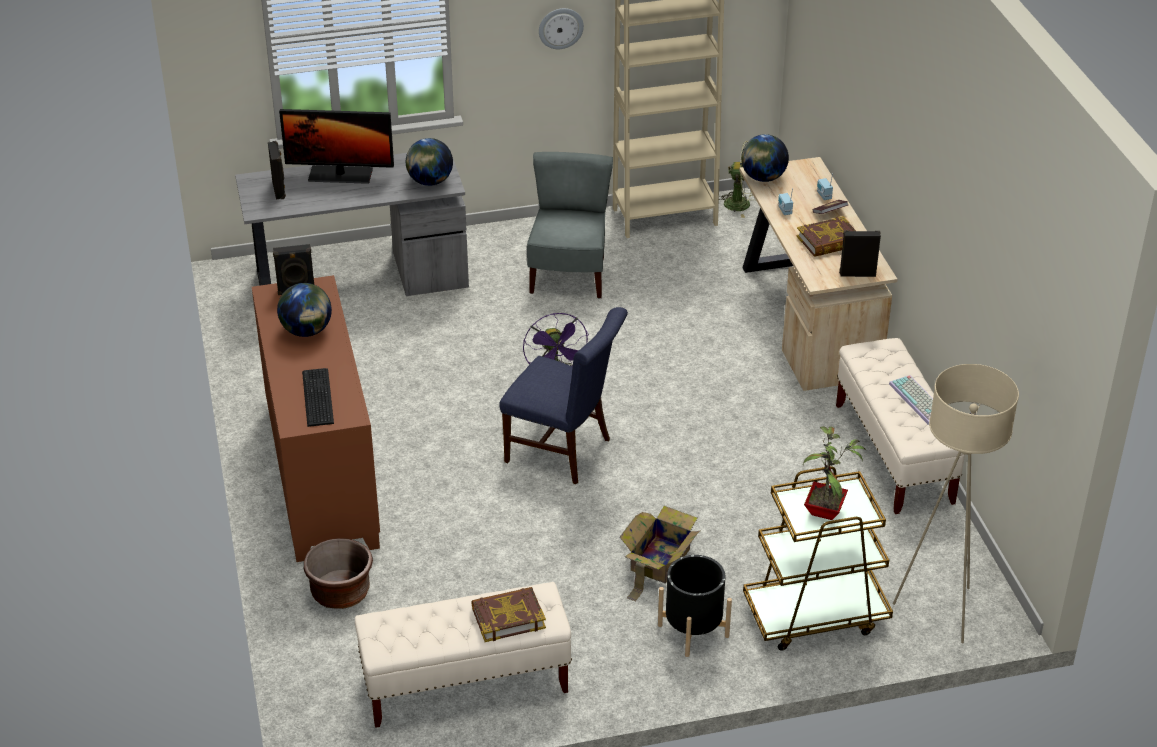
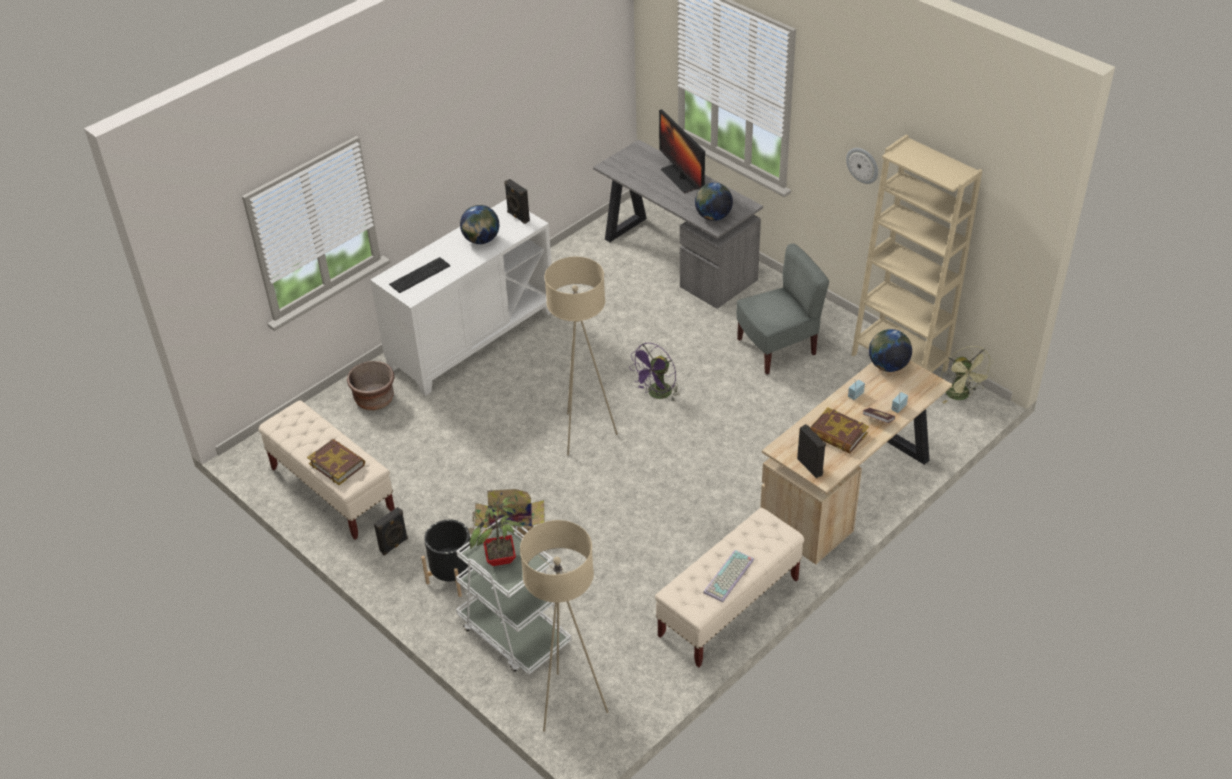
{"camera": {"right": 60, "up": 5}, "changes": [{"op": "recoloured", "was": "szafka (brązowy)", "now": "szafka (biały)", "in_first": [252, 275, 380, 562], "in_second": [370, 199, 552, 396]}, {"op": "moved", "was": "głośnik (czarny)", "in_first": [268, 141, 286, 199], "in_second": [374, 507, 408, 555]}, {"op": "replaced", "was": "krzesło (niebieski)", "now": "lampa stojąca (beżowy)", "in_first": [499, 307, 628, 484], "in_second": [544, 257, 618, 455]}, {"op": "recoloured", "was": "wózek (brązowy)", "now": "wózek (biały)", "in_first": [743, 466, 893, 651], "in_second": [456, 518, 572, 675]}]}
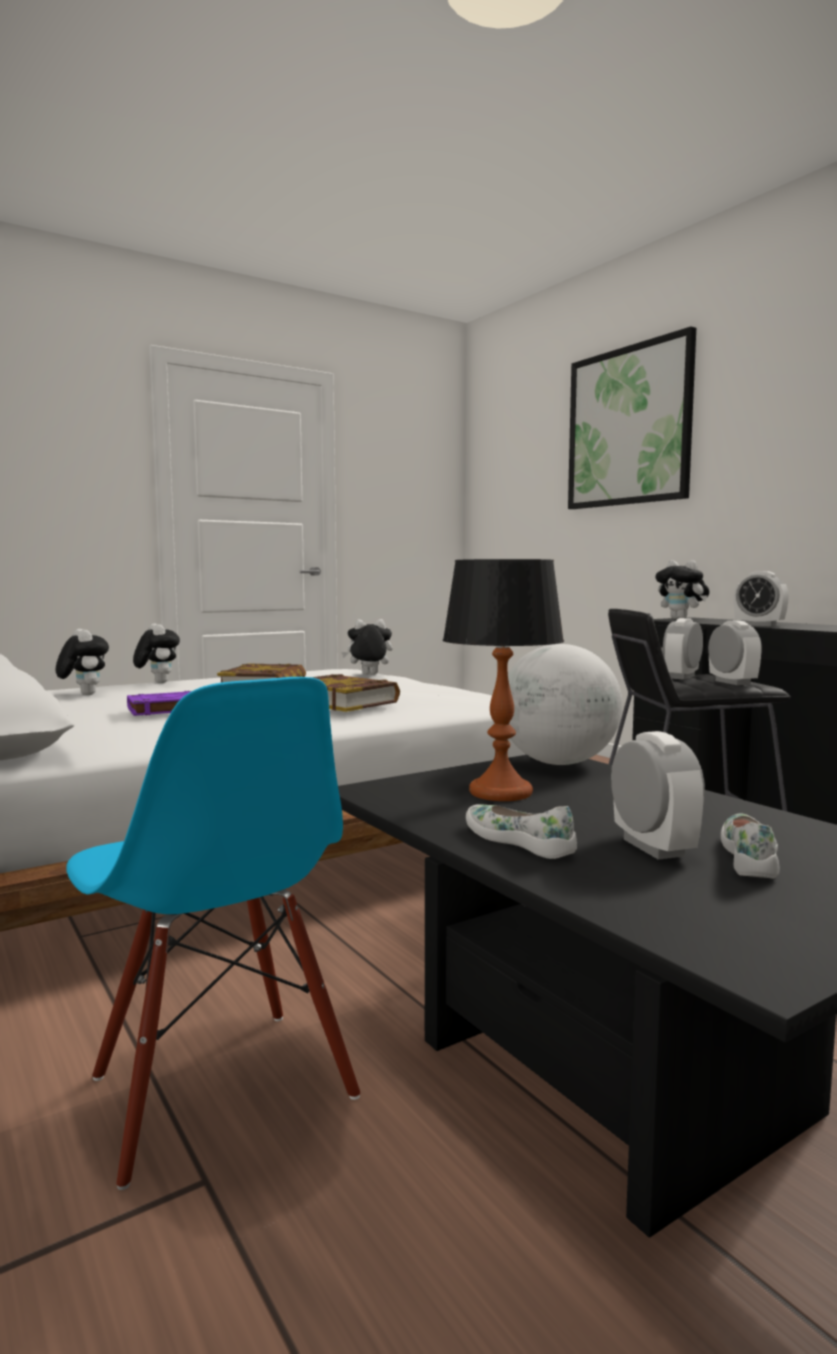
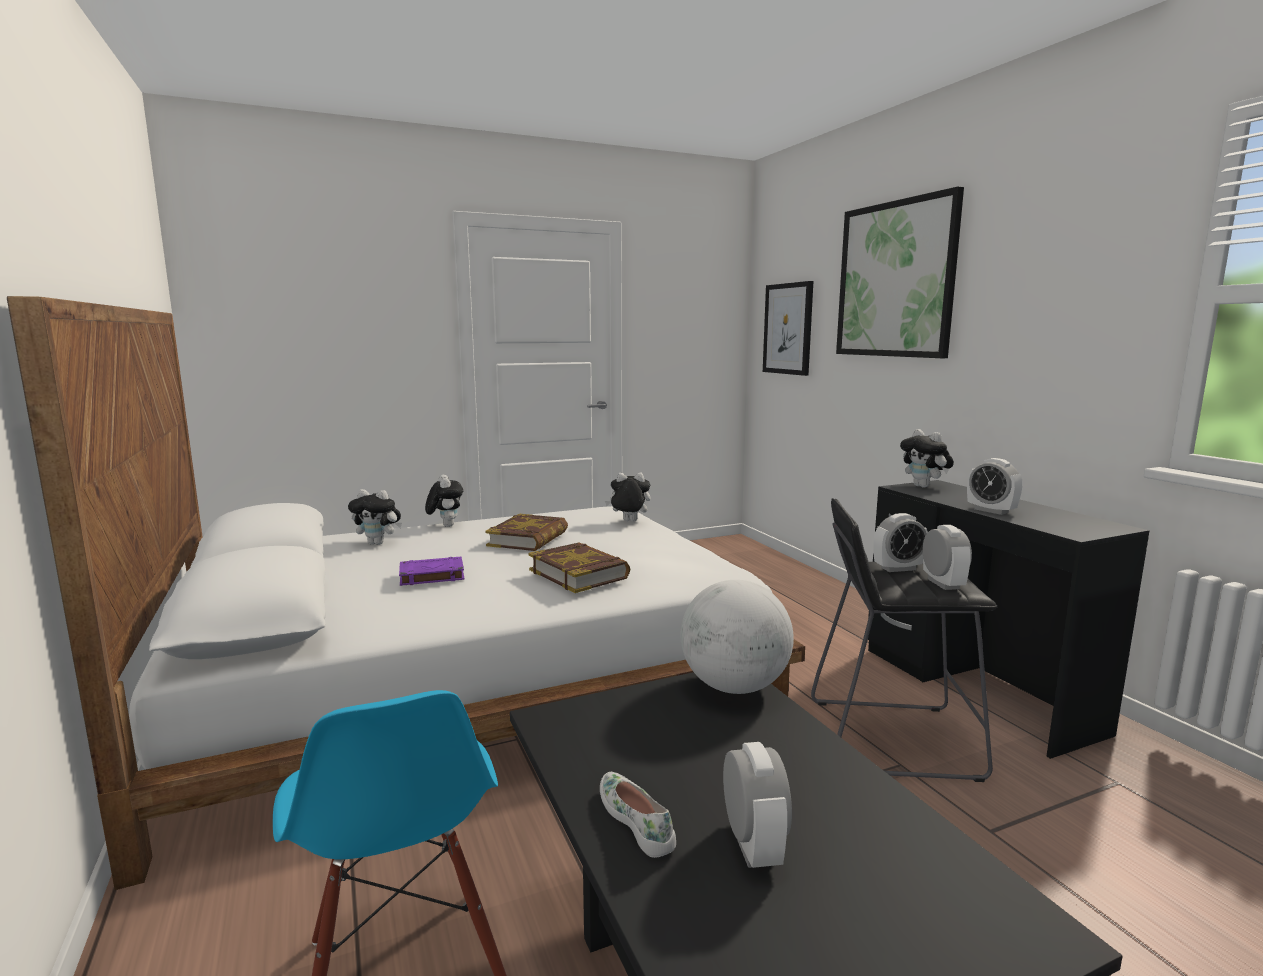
{"camera": {"right": 10, "up": 5}, "changes": [{"op": "turned", "was": "pluszak", "in_first": [56, 629, 109, 695], "in_second": [348, 489, 402, 545], "clockwise": 120}, {"op": "removed", "was": "lampa stołowa", "in_first": [443, 559, 564, 801]}, {"op": "turned", "was": "budzik", "in_first": [663, 618, 703, 680], "in_second": [873, 513, 928, 572], "clockwise": -150}, {"op": "removed", "was": "but (biały)", "in_first": [721, 813, 779, 879]}, {"op": "added", "now": "obraz", "in_second": [763, 281, 814, 376]}]}
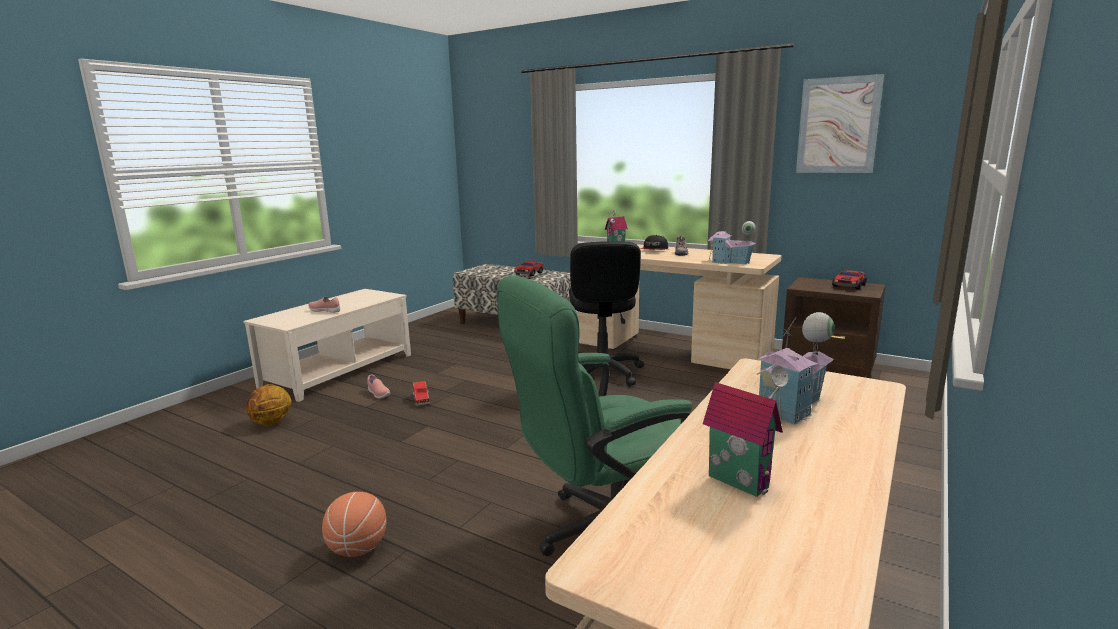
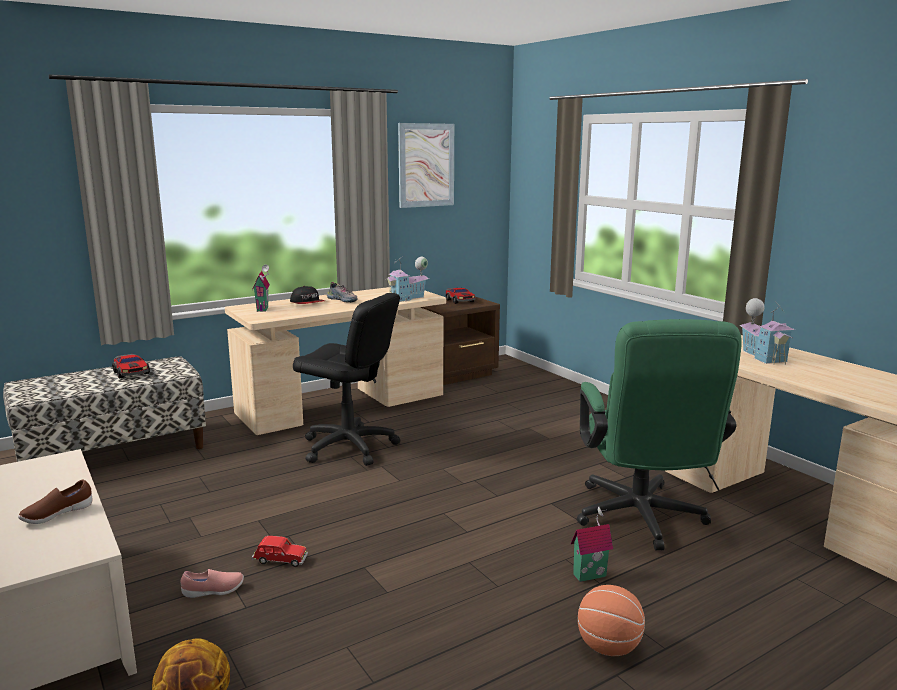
{"camera": {"right": -65, "up": 0}, "changes": [{"op": "recoloured", "was": "but (różowy)", "now": "but (brązowy)", "in_first": [308, 297, 340, 313], "in_second": [18, 479, 92, 524]}, {"op": "moved", "was": "domek", "in_first": [703, 366, 788, 497], "in_second": [570, 507, 613, 582]}]}
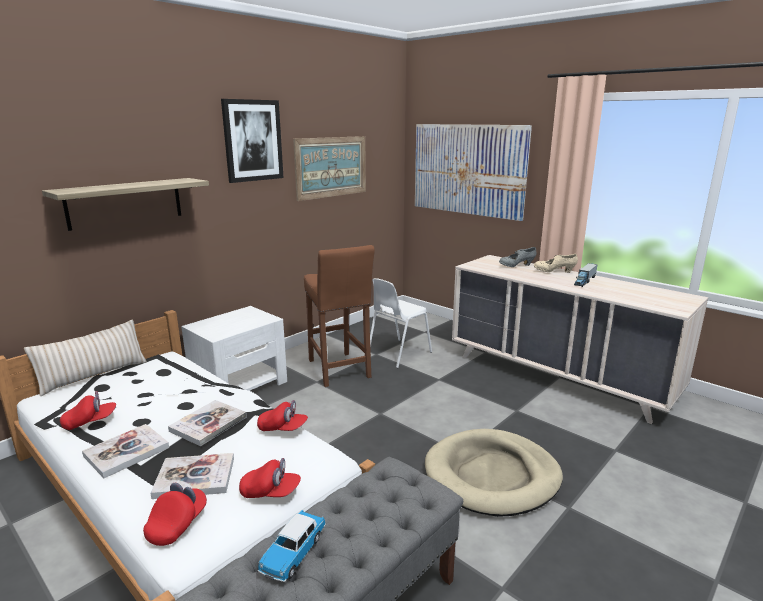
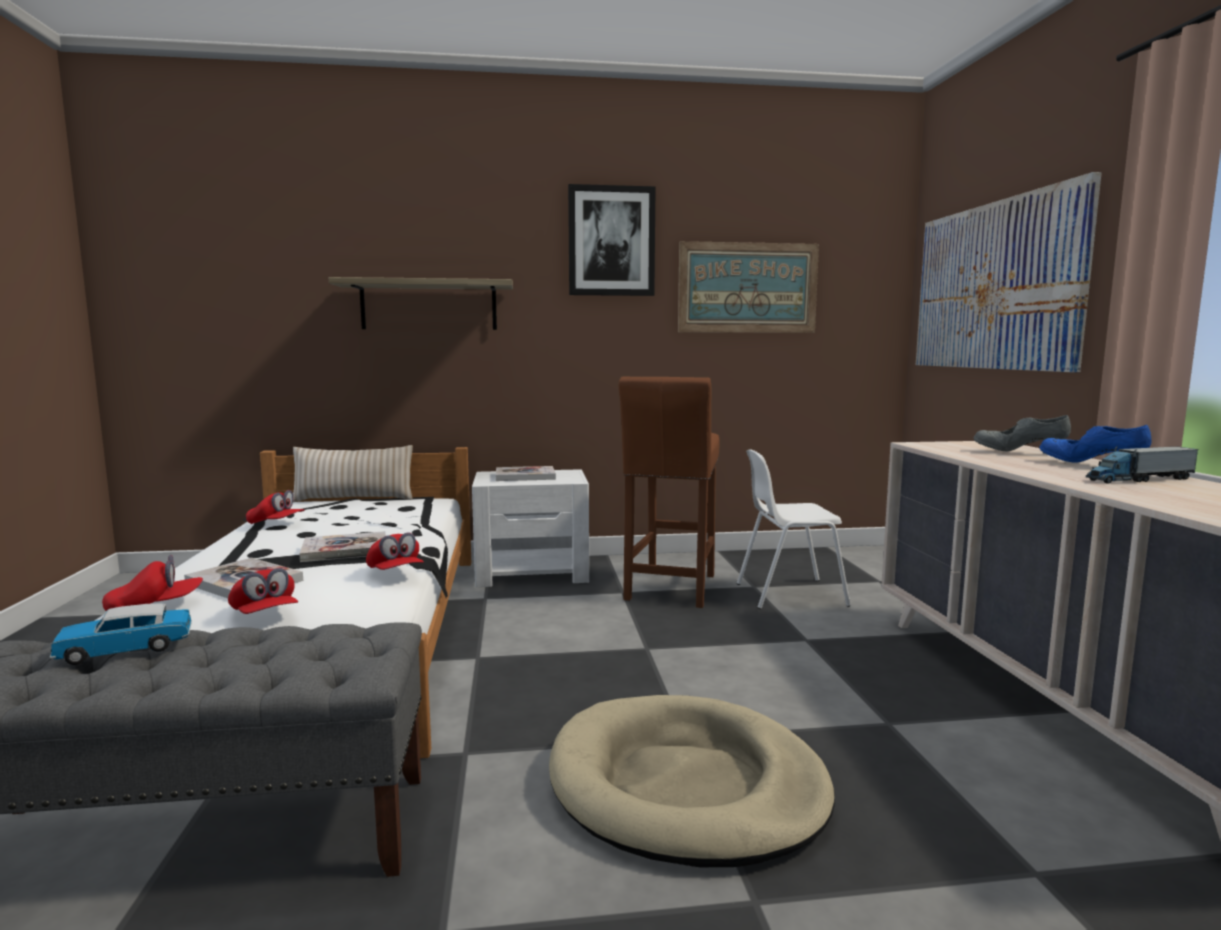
{"camera": {"right": 40, "up": -10}, "changes": [{"op": "moved", "was": "książka", "in_first": [82, 424, 169, 478], "in_second": [496, 466, 556, 481]}, {"op": "recoloured", "was": "but (beżowy)", "now": "but (niebieski)", "in_first": [534, 254, 578, 273], "in_second": [1039, 425, 1152, 463]}]}
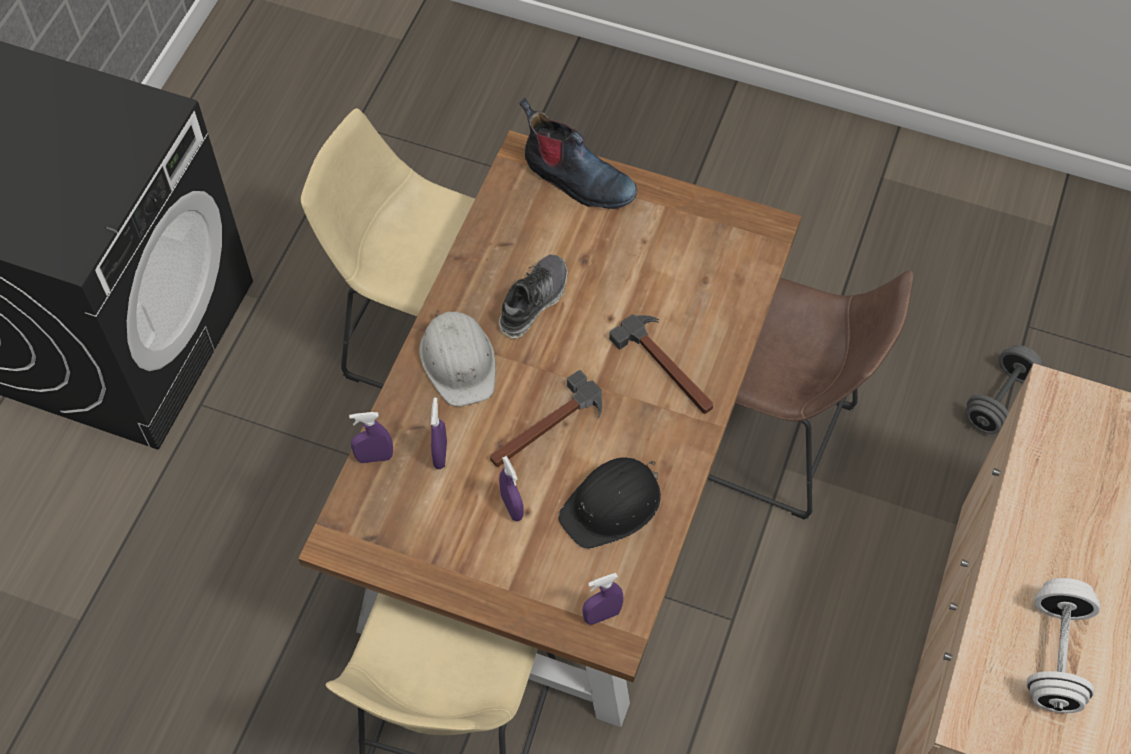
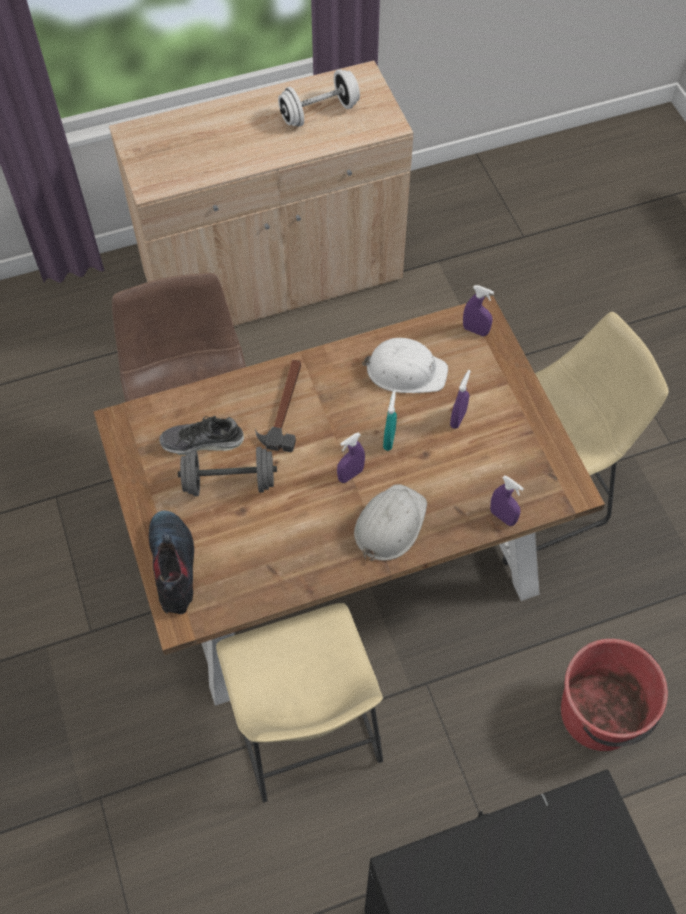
{"camera": {"right": -130, "up": 0}, "changes": [{"op": "moved", "was": "spryskiwacz (fioletowy)", "in_first": [431, 397, 447, 469], "in_second": [337, 432, 365, 483]}, {"op": "replaced", "was": "młotek", "now": "spryskiwacz (turkusowy)", "in_first": [490, 370, 602, 467], "in_second": [383, 391, 397, 451]}, {"op": "moved", "was": "but", "in_first": [499, 254, 568, 338], "in_second": [159, 416, 244, 455]}, {"op": "recoloured", "was": "kask (czarny)", "now": "kask (biały)", "in_first": [558, 457, 661, 549], "in_second": [361, 338, 448, 393]}, {"op": "moved", "was": "hantel (szary)", "in_first": [966, 345, 1043, 434], "in_second": [178, 447, 277, 496]}, {"op": "added", "now": "wiadro (czerwony)", "in_second": [561, 639, 668, 751]}]}
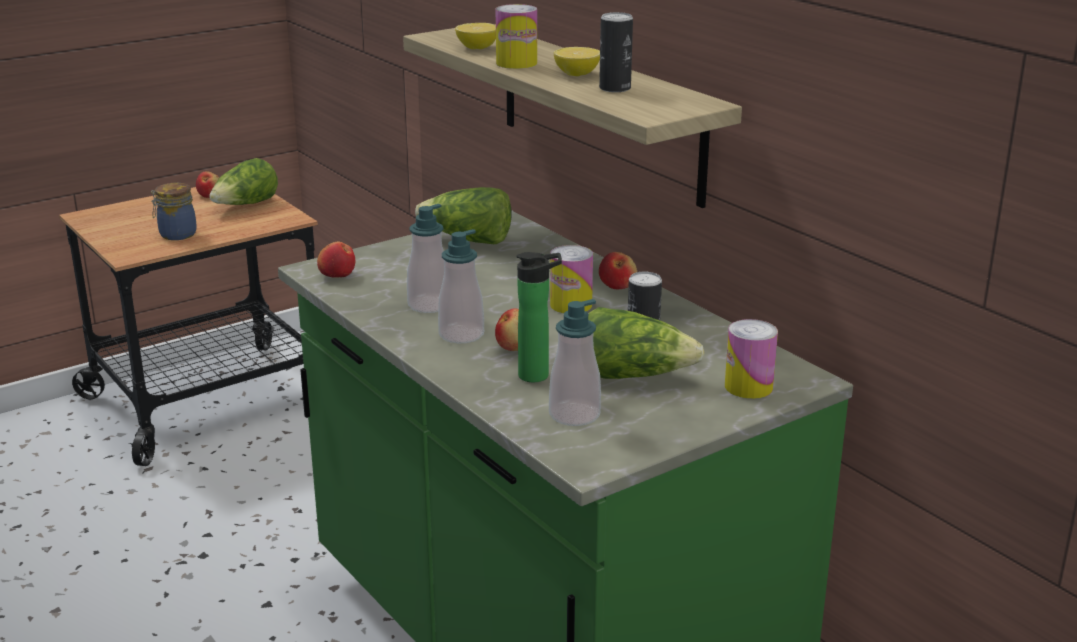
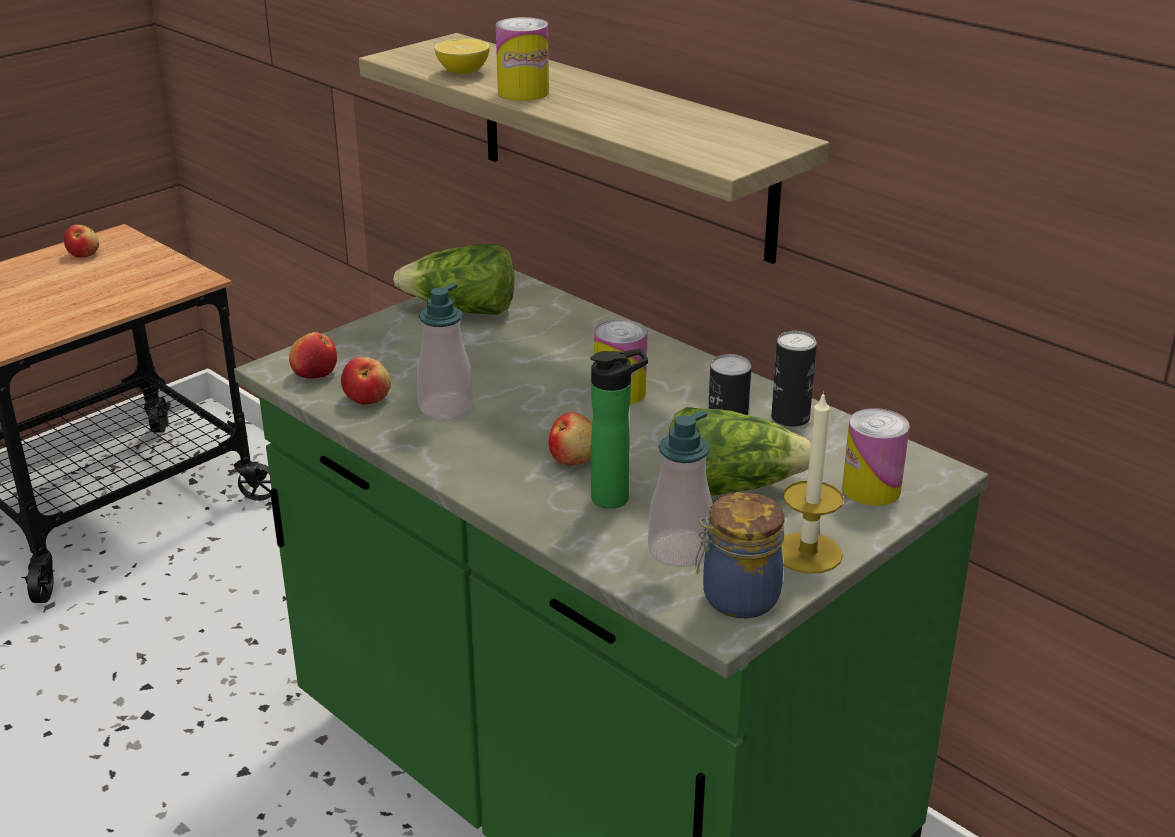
{"camera": {"right": -10, "up": 5}, "changes": [{"op": "moved", "was": "słoik", "in_first": [151, 183, 197, 240], "in_second": [695, 493, 785, 619]}, {"op": "removed", "was": "sałata", "in_first": [209, 158, 278, 205]}, {"op": "removed", "was": "dozownik mydła", "in_first": [438, 229, 484, 343]}, {"op": "removed", "was": "cytryna", "in_first": [554, 47, 600, 76]}, {"op": "moved", "was": "puszka", "in_first": [599, 12, 633, 92], "in_second": [771, 331, 817, 427]}, {"op": "moved", "was": "jabłko", "in_first": [599, 252, 637, 289], "in_second": [341, 357, 391, 404]}, {"op": "added", "now": "świeca", "in_second": [781, 391, 844, 574]}]}
